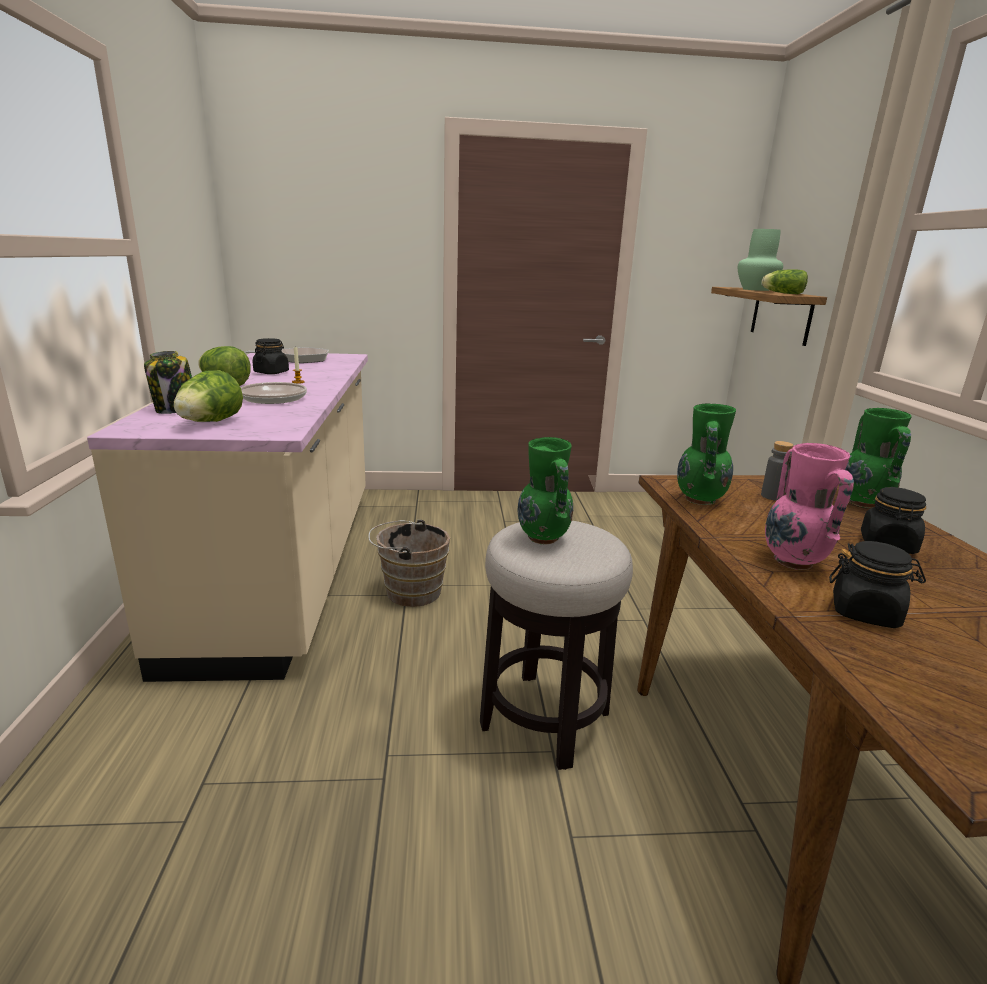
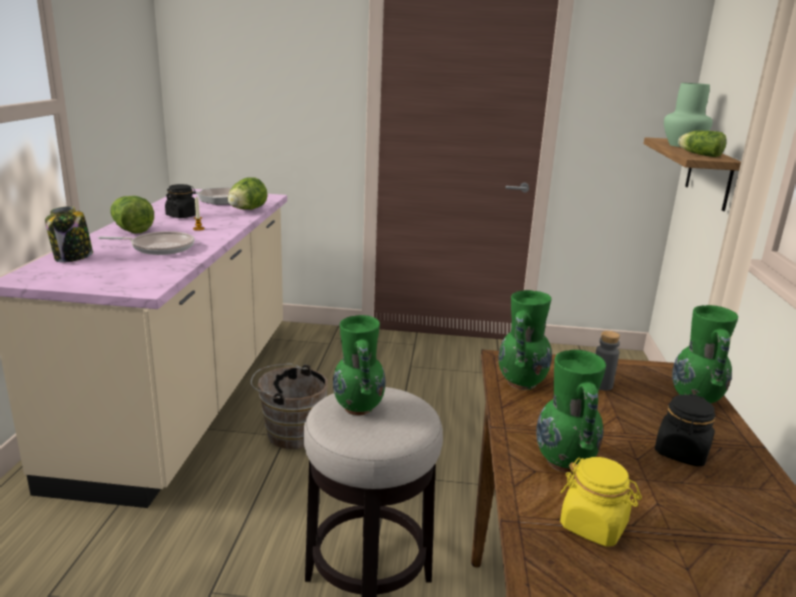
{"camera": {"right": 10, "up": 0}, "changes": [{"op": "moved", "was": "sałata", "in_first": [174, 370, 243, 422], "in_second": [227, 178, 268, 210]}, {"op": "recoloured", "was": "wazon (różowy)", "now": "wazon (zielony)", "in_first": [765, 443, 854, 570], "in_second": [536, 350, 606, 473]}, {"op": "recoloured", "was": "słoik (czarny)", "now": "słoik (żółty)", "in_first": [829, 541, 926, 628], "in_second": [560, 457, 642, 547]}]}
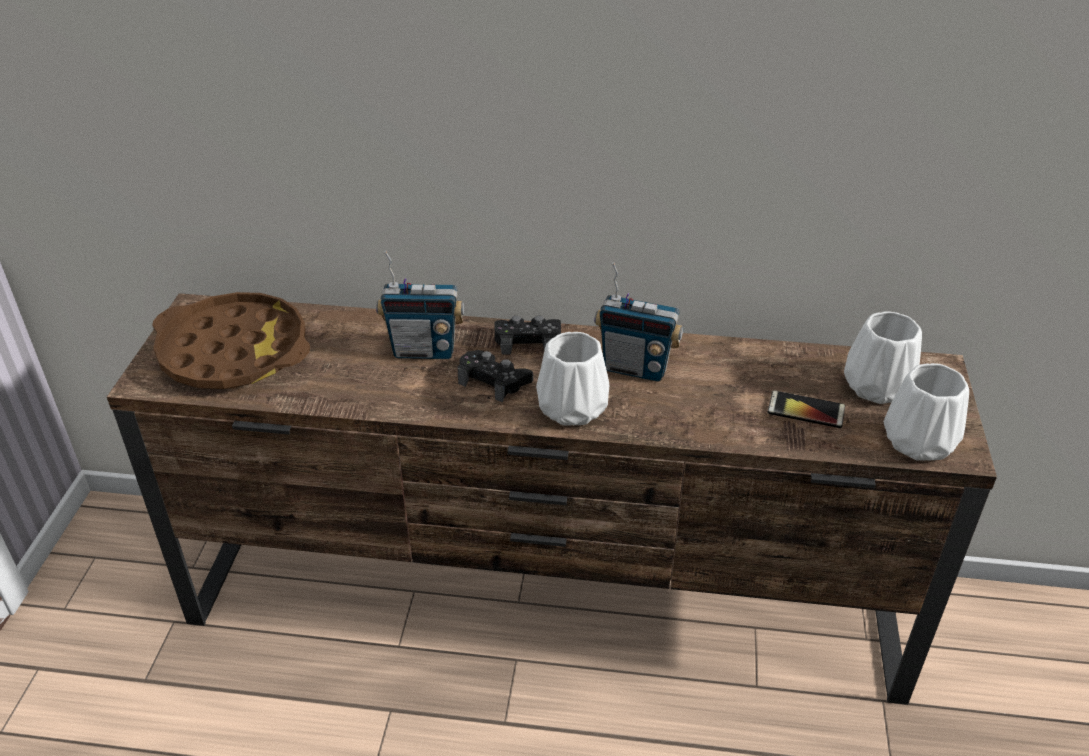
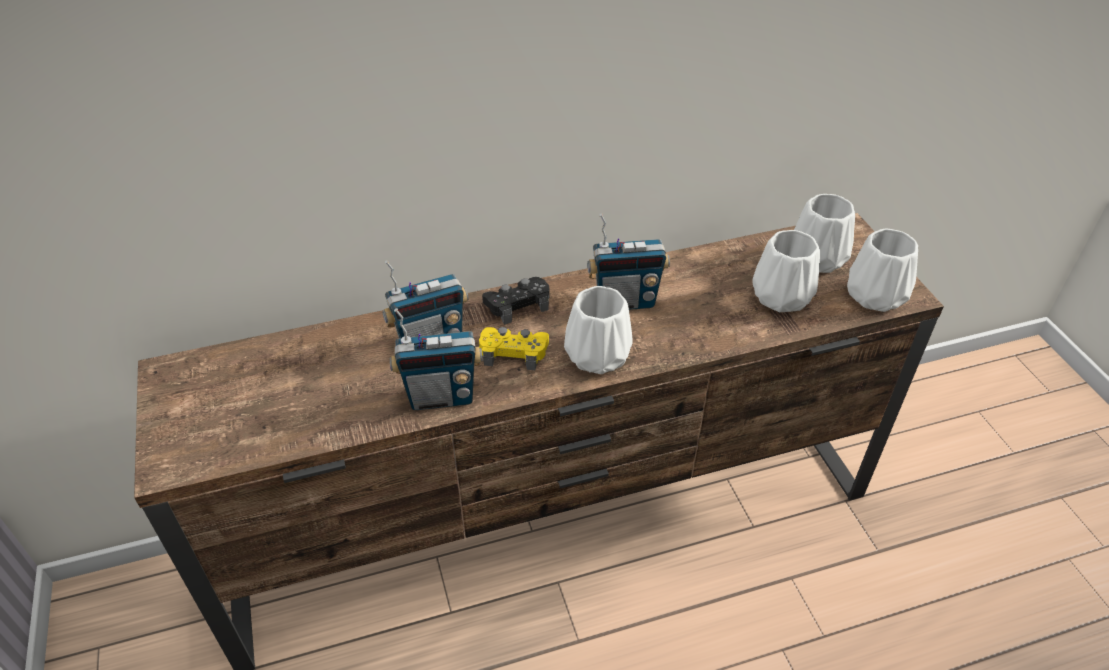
{"camera": {"right": -25, "up": 5}, "changes": [{"op": "removed", "was": "taca (brązowy)", "in_first": [152, 292, 310, 389]}, {"op": "recoloured", "was": "pad do gier (czarny)", "now": "pad do gier (żółty)", "in_first": [457, 350, 533, 403], "in_second": [479, 327, 549, 370]}, {"op": "replaced", "was": "telefon", "now": "wazon (biały)", "in_first": [767, 390, 845, 428], "in_second": [752, 230, 820, 312]}, {"op": "added", "now": "radio", "in_second": [390, 308, 483, 410]}]}
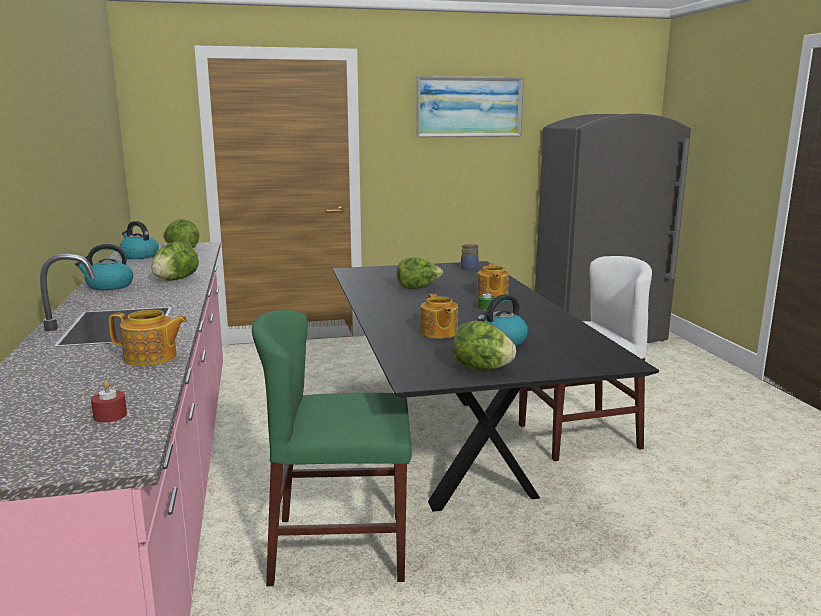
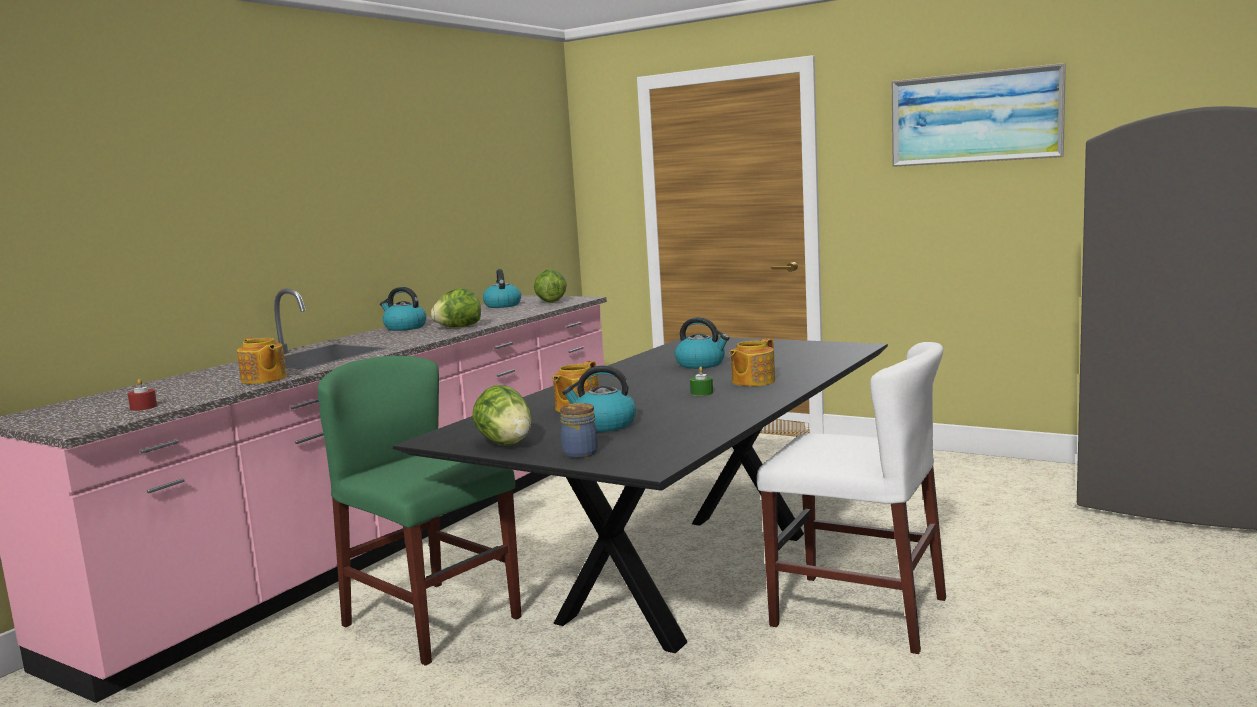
{"camera": {"right": 45, "up": -5}, "changes": [{"op": "replaced", "was": "sałata", "now": "czajnik", "in_first": [397, 257, 443, 289], "in_second": [675, 317, 730, 369]}, {"op": "moved", "was": "słoik", "in_first": [461, 244, 479, 270], "in_second": [560, 403, 598, 458]}]}
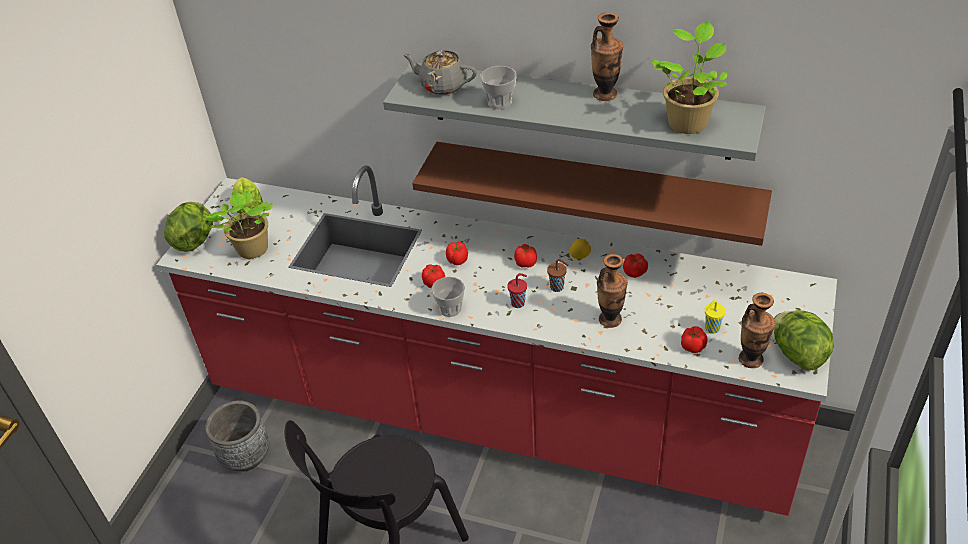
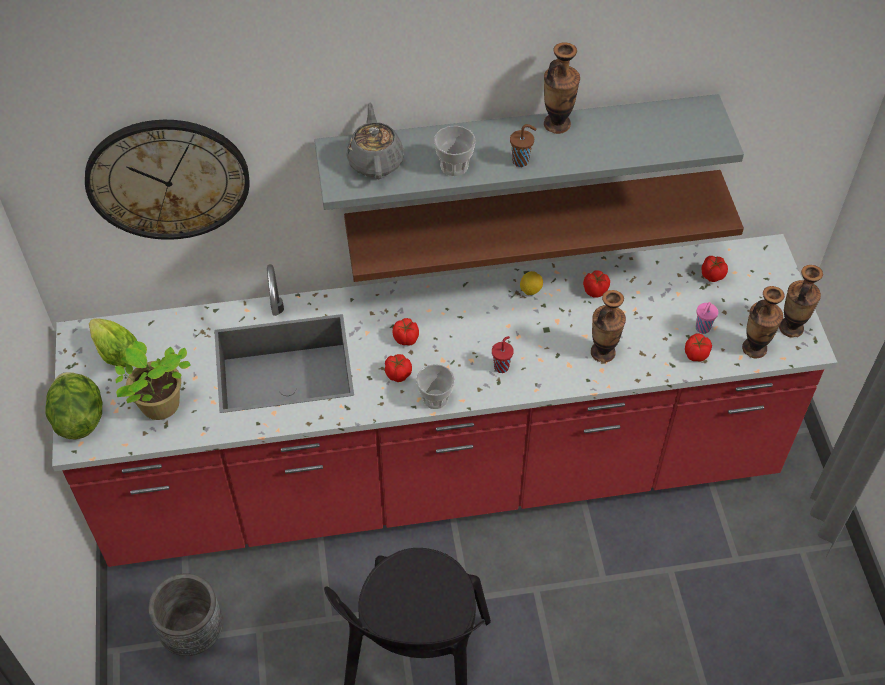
{"camera": {"right": -30, "up": 10}, "changes": [{"op": "turned", "was": "imbryk (szary)", "in_first": [403, 50, 477, 95], "in_second": [346, 103, 404, 179], "clockwise": 90}, {"op": "moved", "was": "pomidor", "in_first": [514, 244, 537, 268], "in_second": [702, 256, 728, 282]}, {"op": "moved", "was": "filiżanka (brązowy)", "in_first": [547, 259, 569, 292], "in_second": [510, 124, 537, 167]}, {"op": "removed", "was": "roślina doniczkowa", "in_first": [652, 21, 727, 134]}, {"op": "recoloured", "was": "filiżanka (żółty)", "now": "filiżanka (różowy)", "in_first": [705, 300, 726, 334], "in_second": [696, 302, 718, 334]}, {"op": "replaced", "was": "sałata", "now": "wazon", "in_first": [773, 310, 834, 370], "in_second": [779, 265, 823, 338]}, {"op": "added", "now": "zegar ścienny", "in_second": [85, 120, 249, 240]}]}
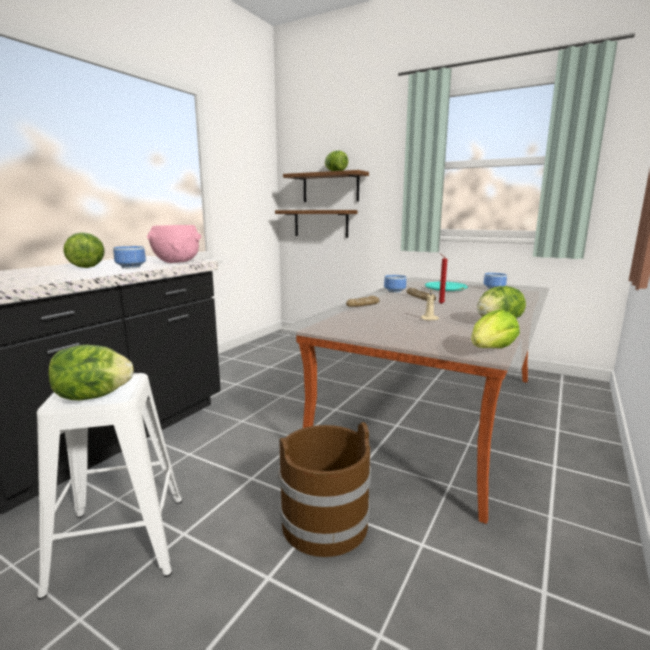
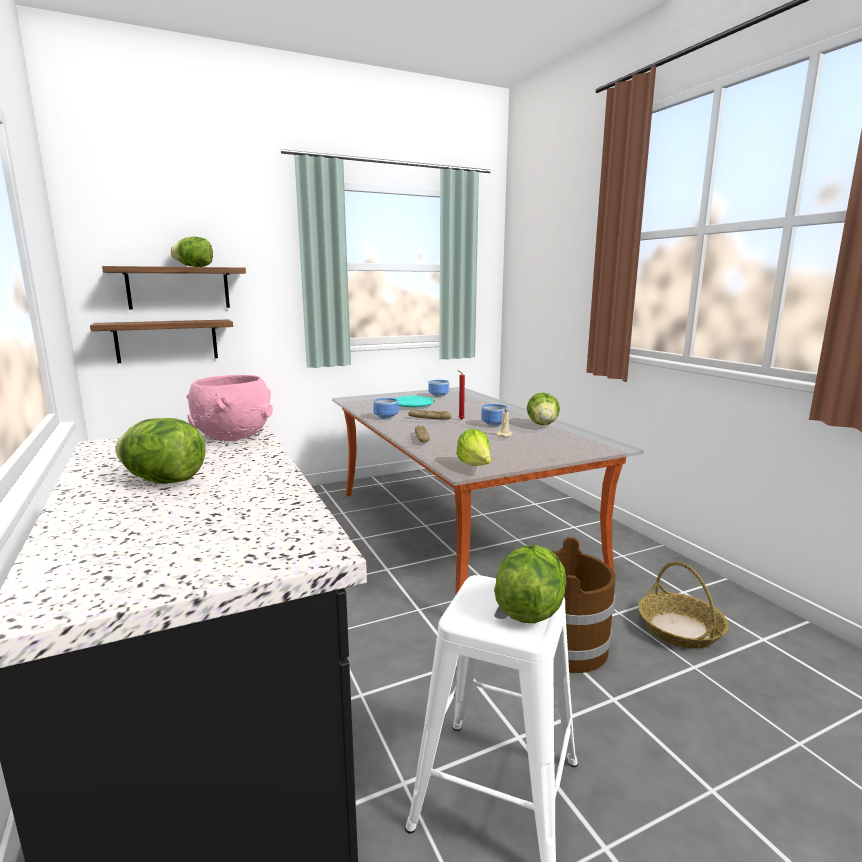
{"camera": {"right": -55, "up": 0}, "changes": [{"op": "moved", "was": "miska", "in_first": [113, 246, 146, 269], "in_second": [481, 404, 508, 427]}, {"op": "moved", "was": "sałata", "in_first": [471, 309, 520, 348], "in_second": [456, 429, 491, 466]}, {"op": "added", "now": "koszyk", "in_second": [638, 562, 729, 649]}]}
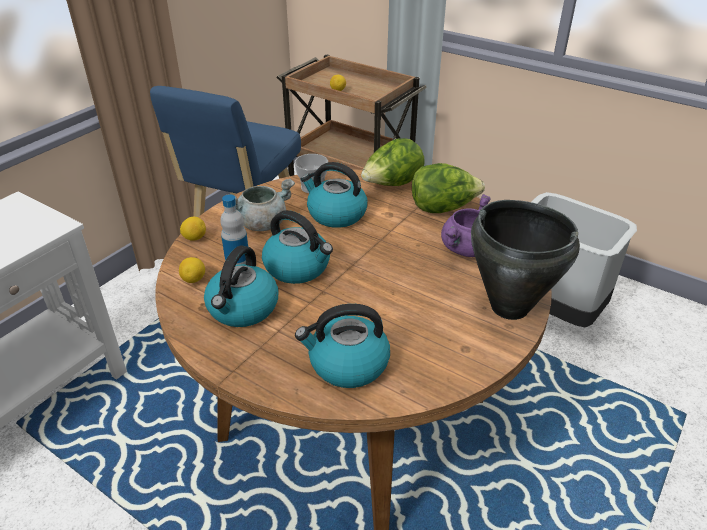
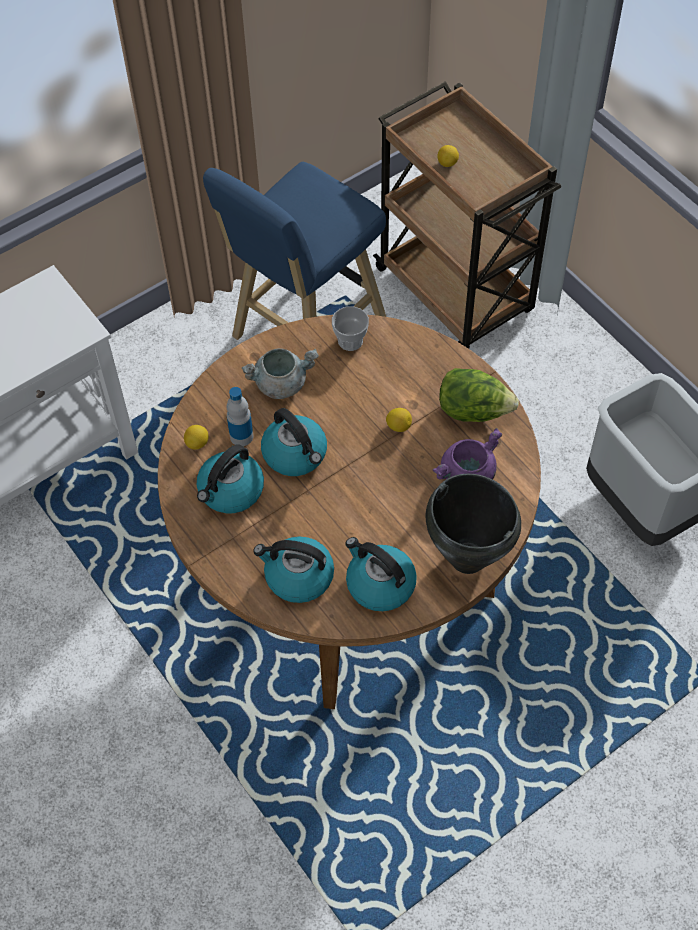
{"camera": {"right": 20, "up": 20}, "changes": [{"op": "moved", "was": "cytryna", "in_first": [180, 217, 206, 241], "in_second": [386, 408, 412, 432]}, {"op": "moved", "was": "czajnik", "in_first": [301, 162, 367, 228], "in_second": [345, 537, 417, 611]}, {"op": "removed", "was": "sałata", "in_first": [361, 138, 425, 186]}]}
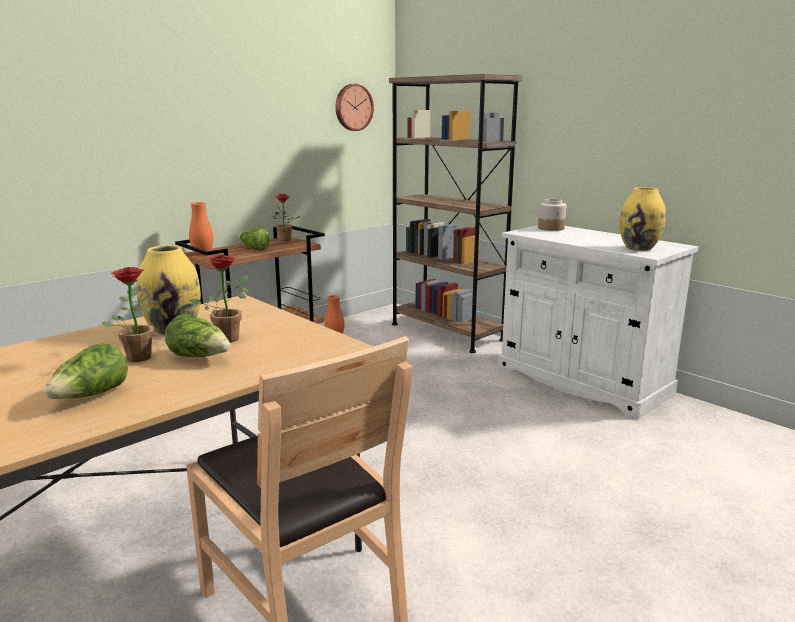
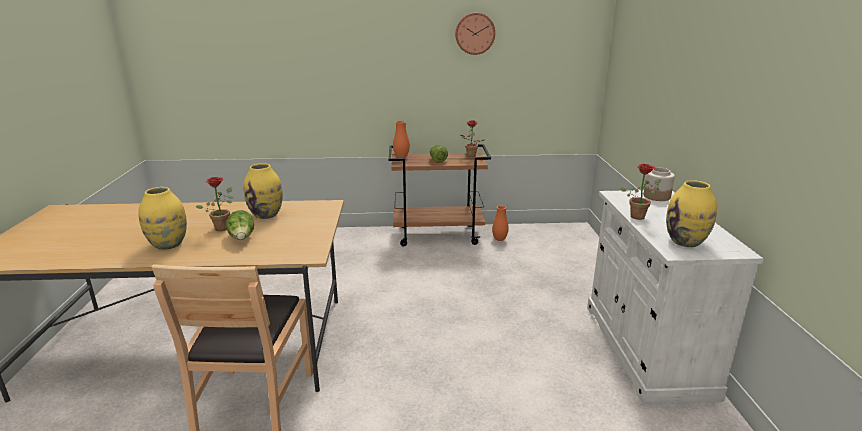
{"camera": {"right": 40, "up": 5}, "changes": [{"op": "replaced", "was": "sałata", "now": "wazon (żółty)", "in_first": [44, 343, 128, 399], "in_second": [138, 187, 187, 250]}, {"op": "moved", "was": "roślina doniczkowa", "in_first": [190, 255, 249, 342], "in_second": [620, 164, 661, 220]}, {"op": "moved", "was": "zegar ścienny", "in_first": [336, 84, 374, 131], "in_second": [455, 13, 495, 55]}, {"op": "removed", "was": "regał (brązowy)", "in_first": [389, 74, 522, 353]}]}
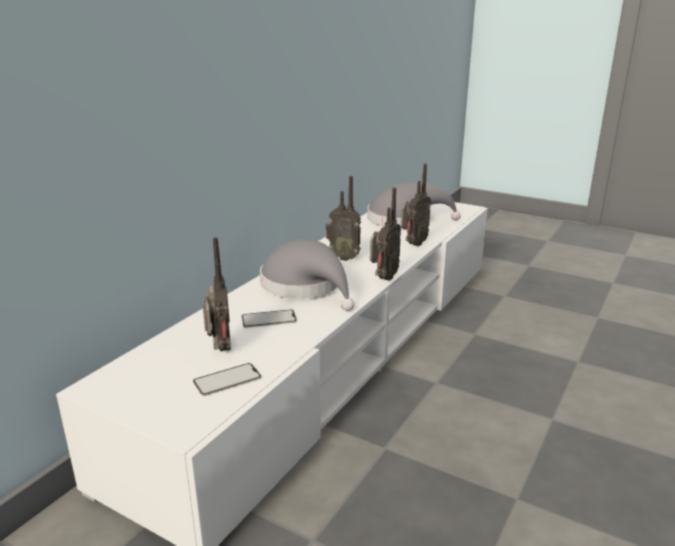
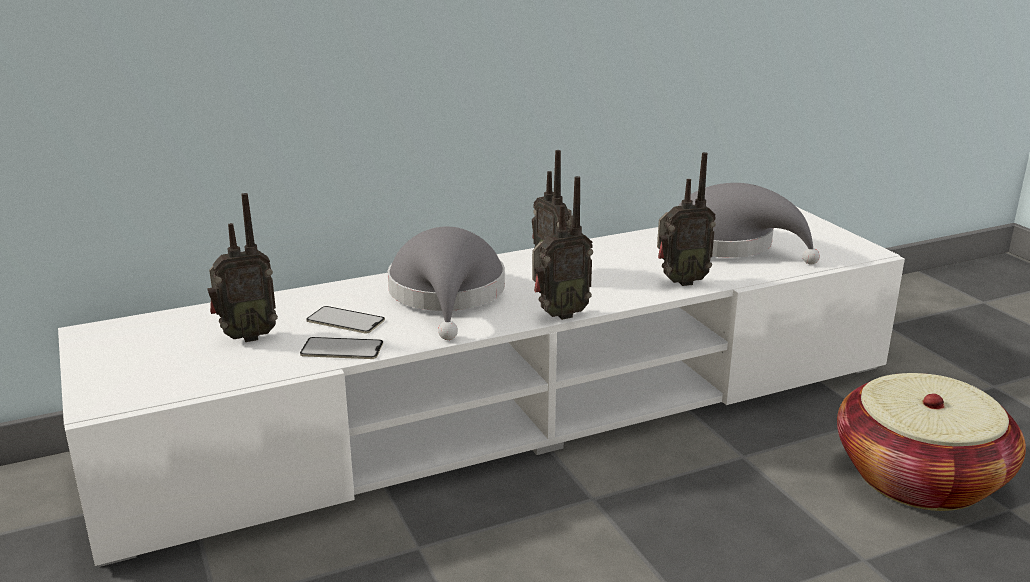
{"camera": {"right": 35, "up": 0}, "changes": [{"op": "moved", "was": "telefon", "in_first": [193, 363, 261, 396], "in_second": [300, 337, 383, 359]}, {"op": "turned", "was": "radio", "in_first": [202, 237, 231, 351], "in_second": [207, 193, 278, 342], "clockwise": 45}, {"op": "added", "now": "koszyk", "in_second": [837, 373, 1026, 511]}]}
